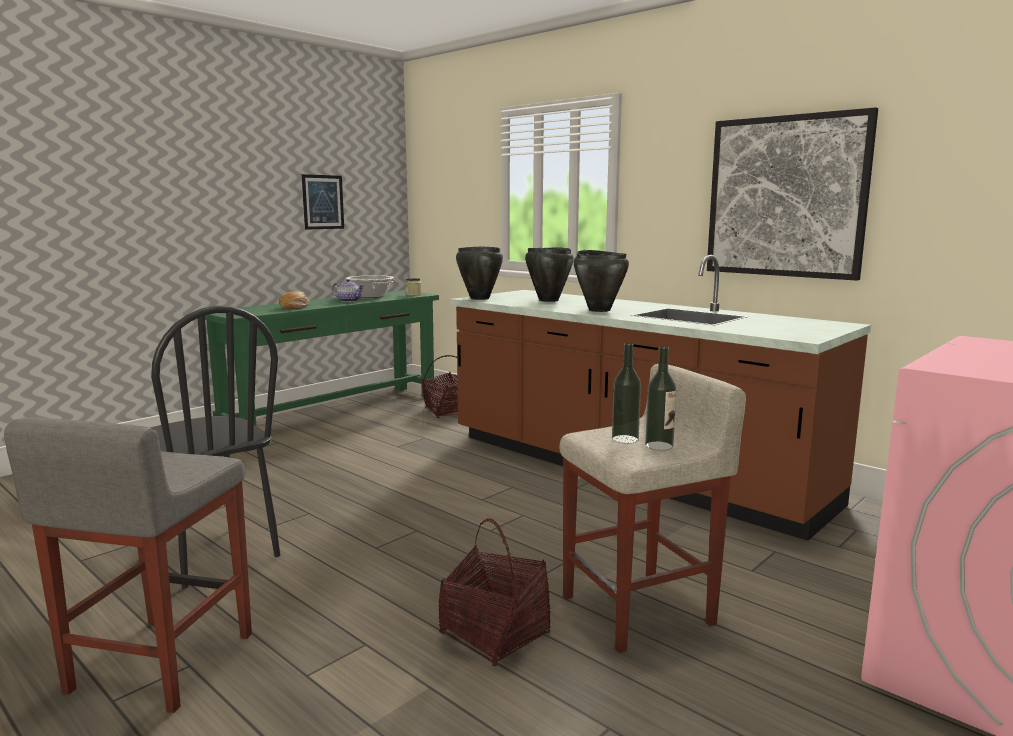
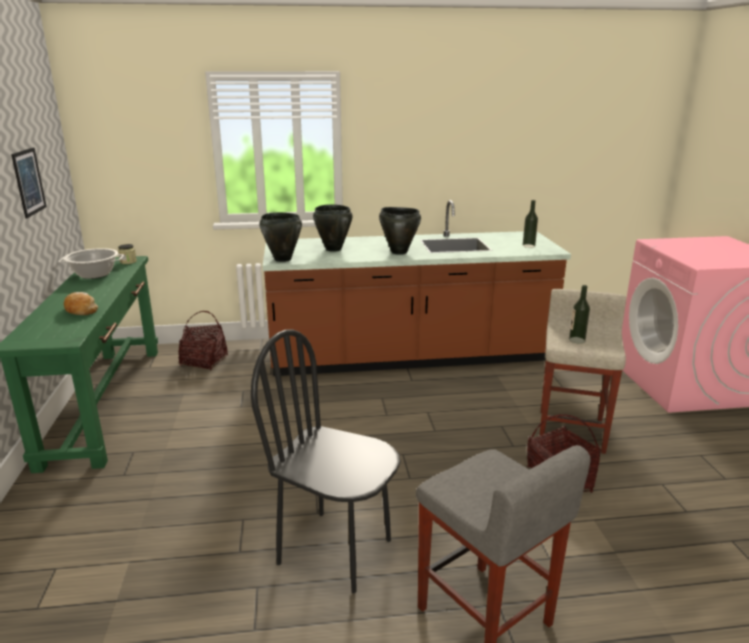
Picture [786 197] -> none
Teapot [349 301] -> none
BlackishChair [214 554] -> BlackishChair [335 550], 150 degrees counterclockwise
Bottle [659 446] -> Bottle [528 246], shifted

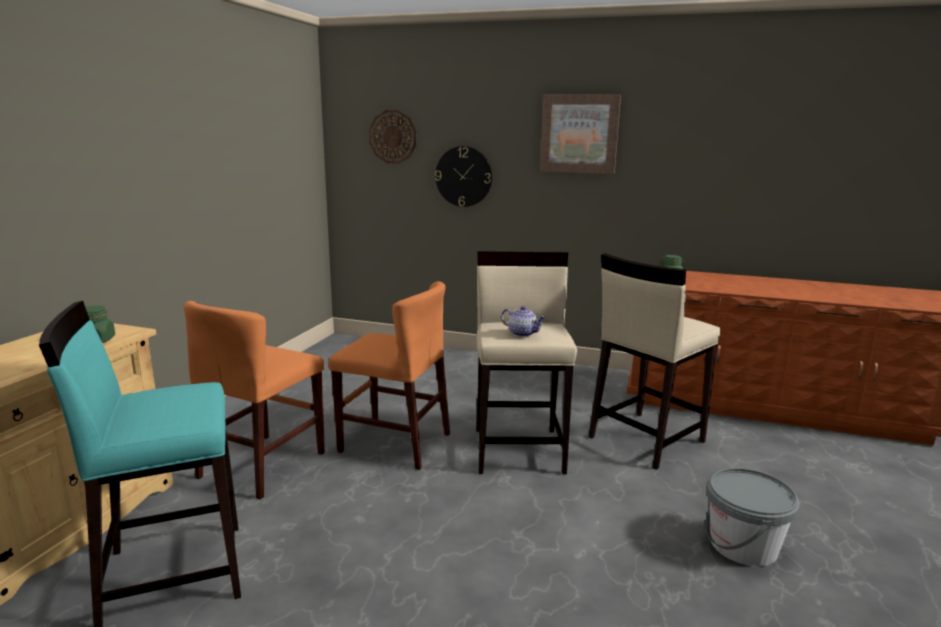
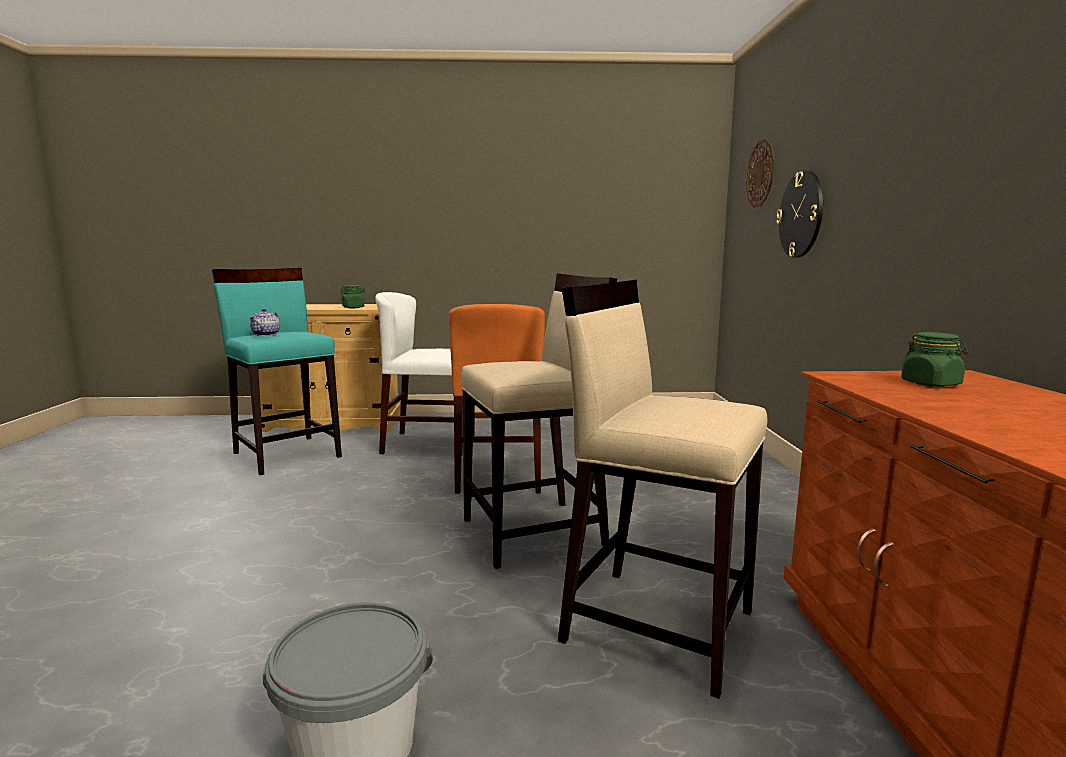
Picture [579 134] -> none
OrangeColouredChair [263 465] -> WhitishChair [429 444]
Teapot [522 333] -> Teapot [266 334], shifted

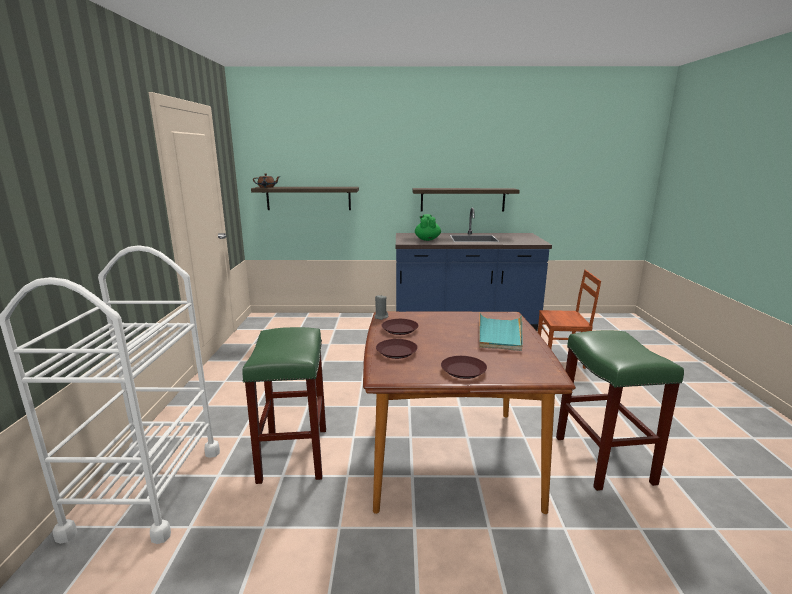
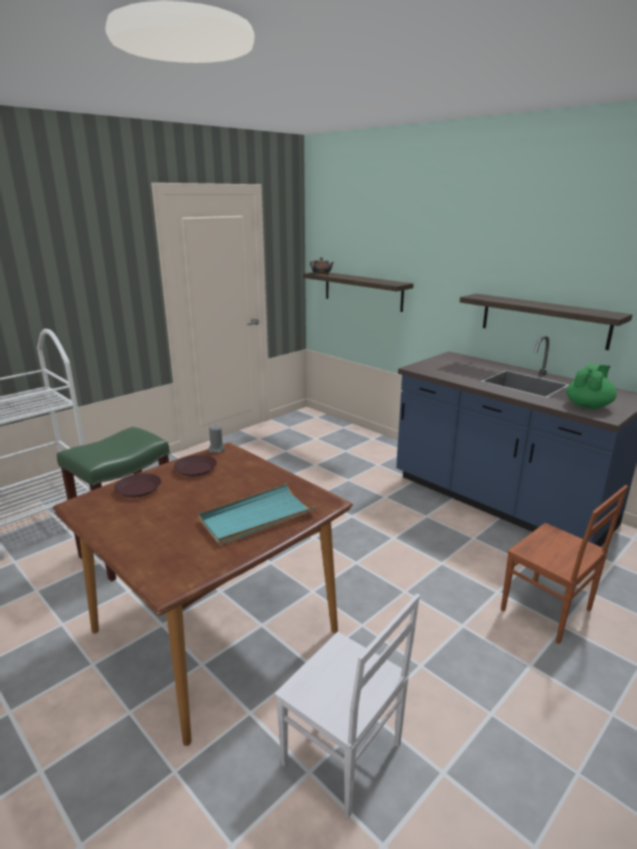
GreenColouredTeapot [427 239] -> GreenColouredTeapot [588 406], shifted
GreenColouredStoolSeat [604 460] -> WhitishChair [342 756]
BrownishPlate [463 371] -> none

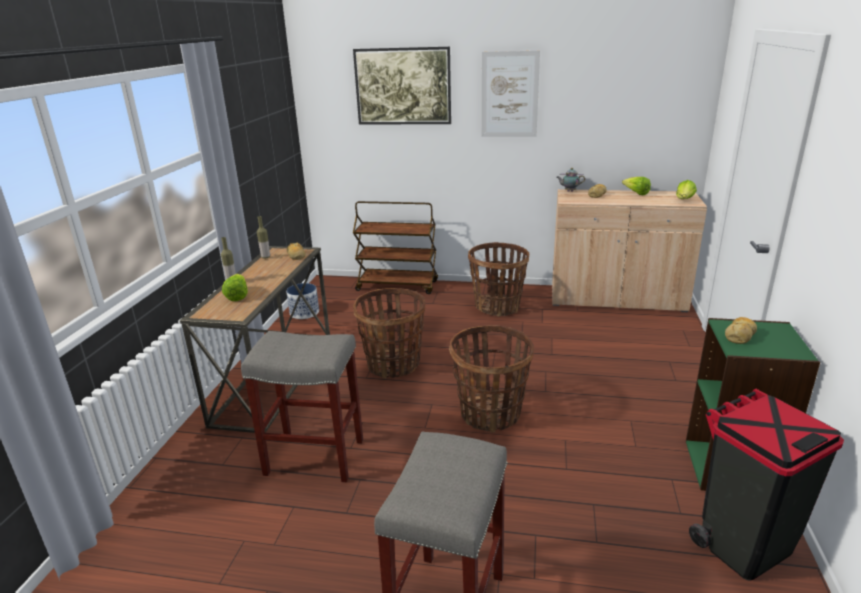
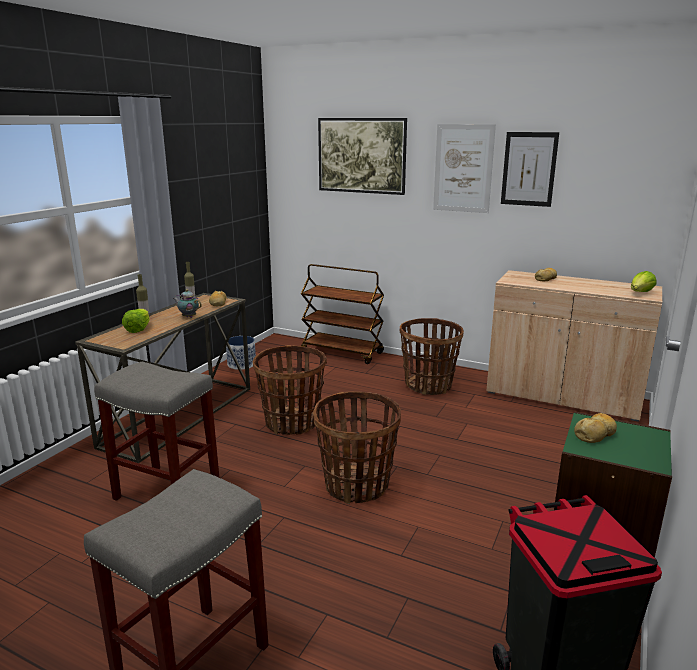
Teapot [569 191] -> Teapot [188 317], shifted
LettuceHead [636 193] -> none
none -> Picture [529 169]

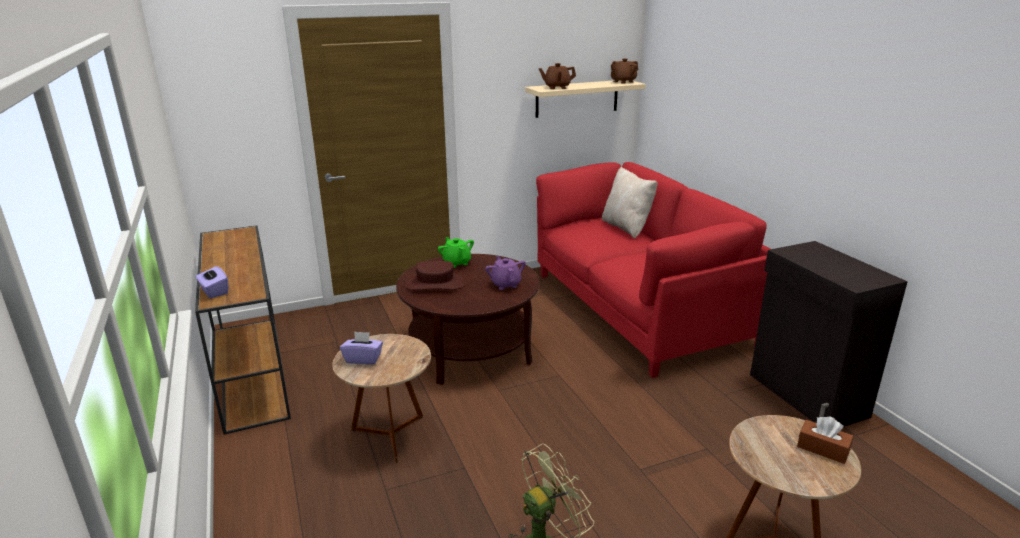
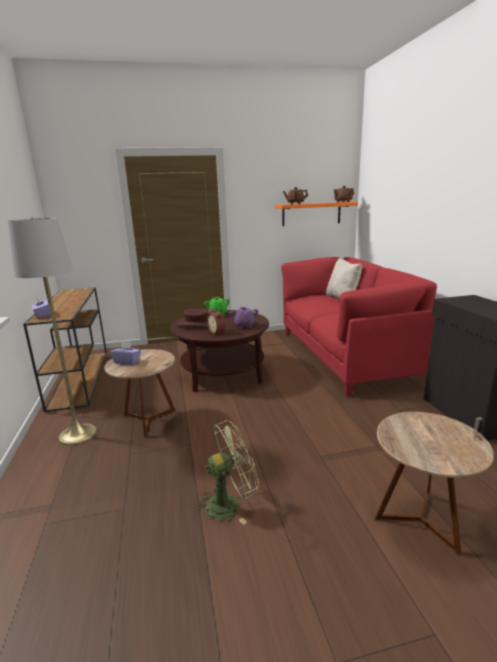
BeigeBracketShelf [577 98] -> OrangeColouredBracketShelf [311 214]
BrownishTissueHolder [823 449] -> none
none -> GreyStandardLamp [78 434]
none -> AlarmClock [217 332]

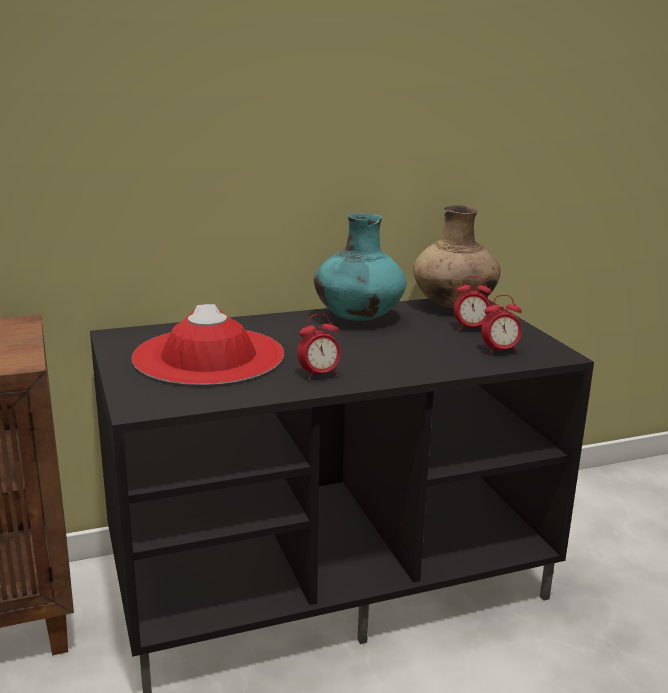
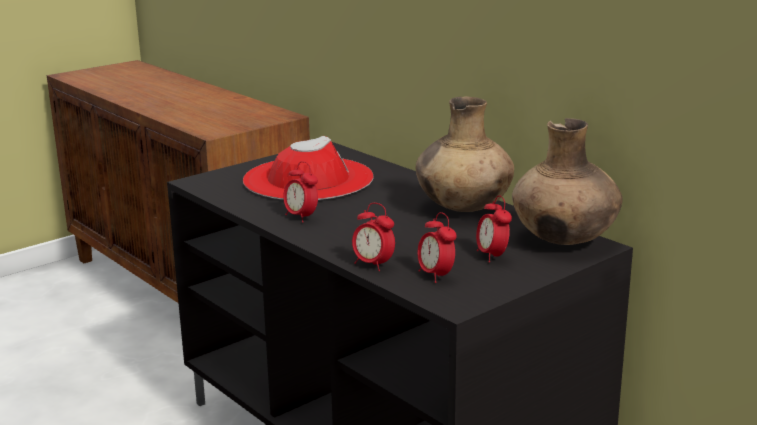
BlueGreenDecorativeVase [358 318] -> BrownishDecorativeVase [463 208]
none -> AlarmClock [373 265]

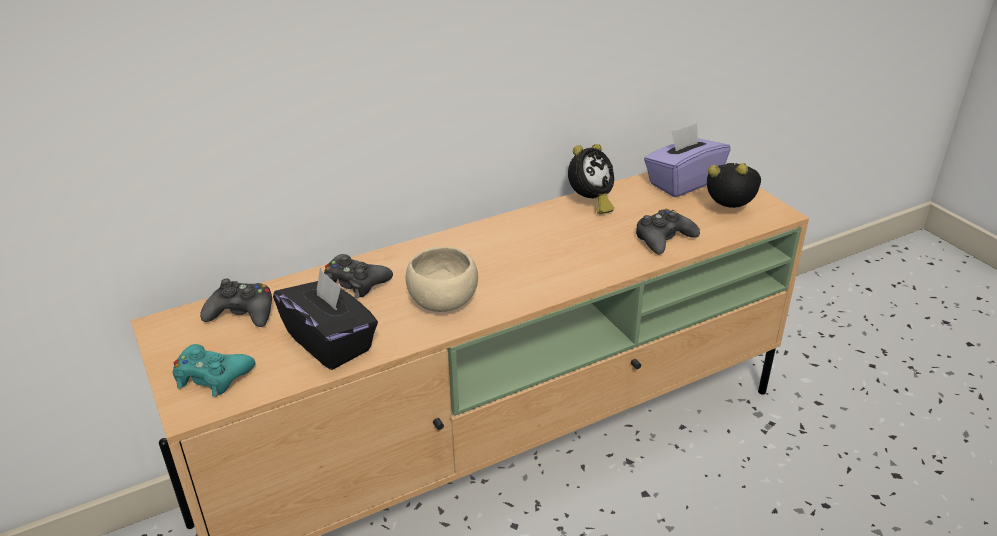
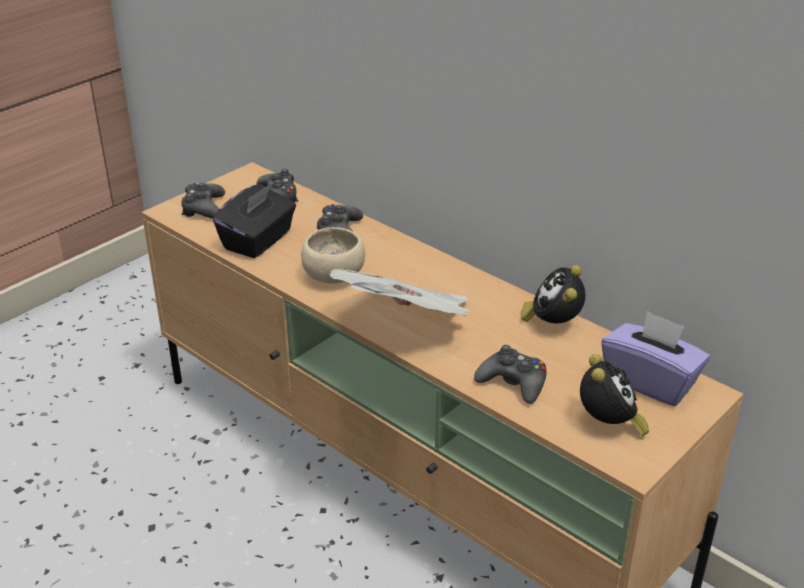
AlarmClock [590 203] -> AlarmClock [552 324], 75 degrees clockwise
BlueGreenGamepad [212 376] -> BlackishGamepad [203 208]
none -> PrintedPaper [407 323]

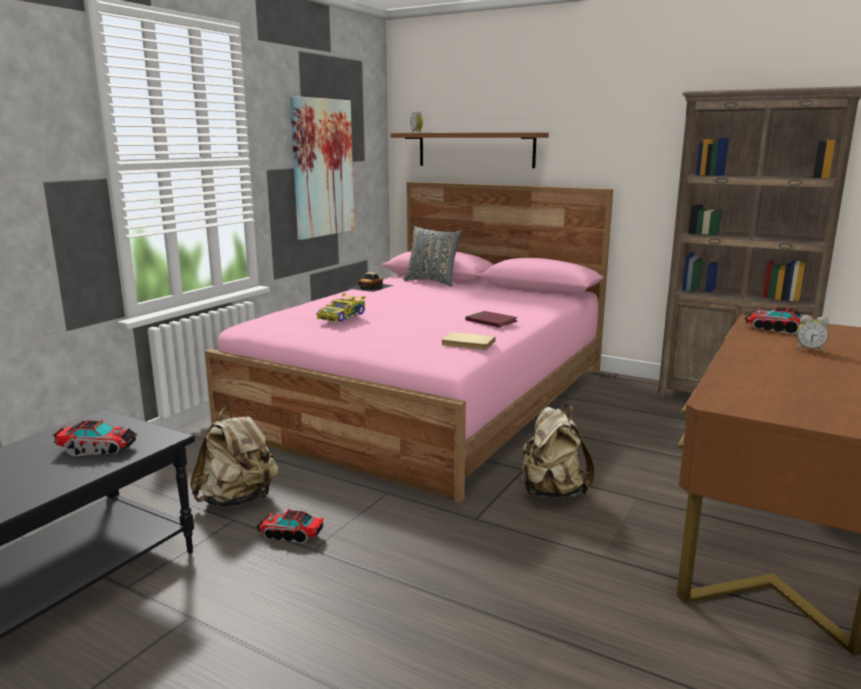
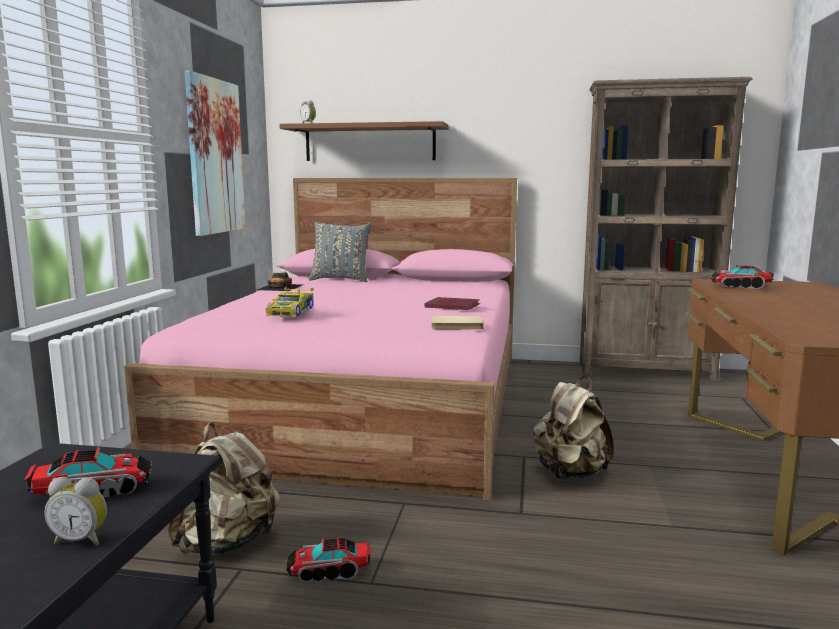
AlarmClock [809 349] -> AlarmClock [81 540], shifted

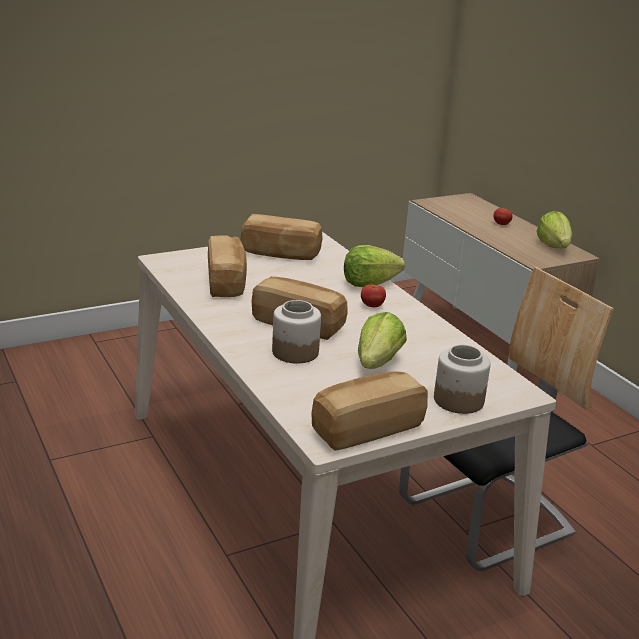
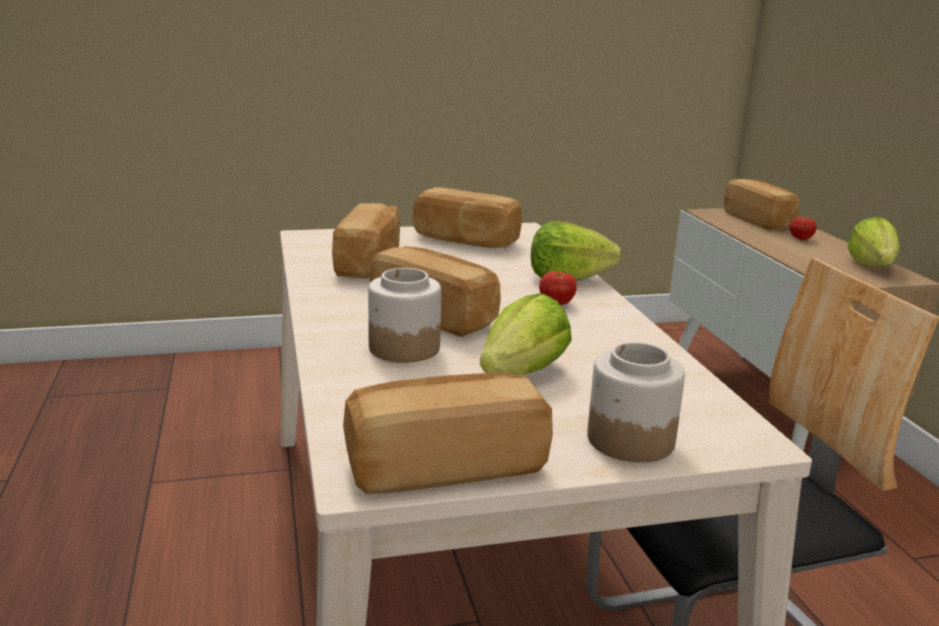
none -> BakeryBread [758 220]

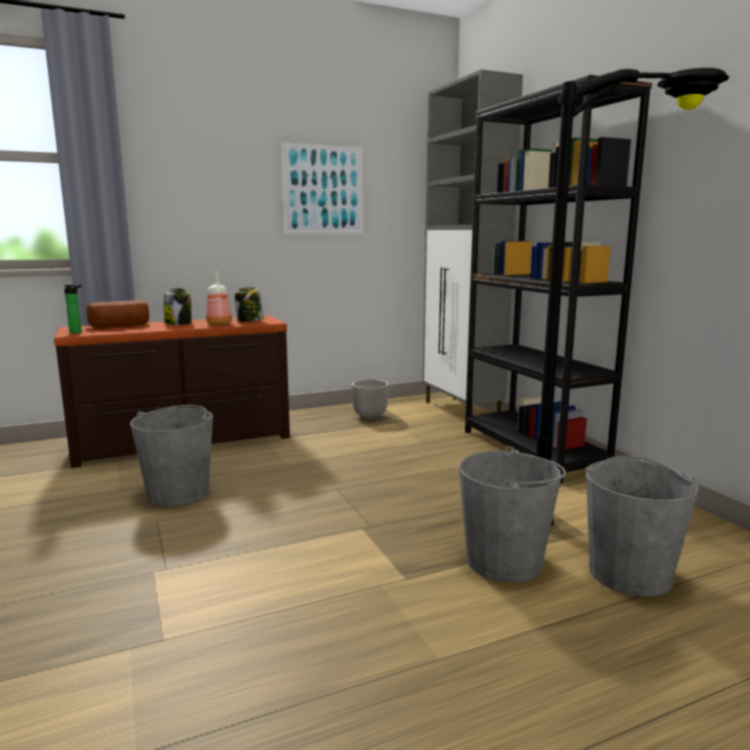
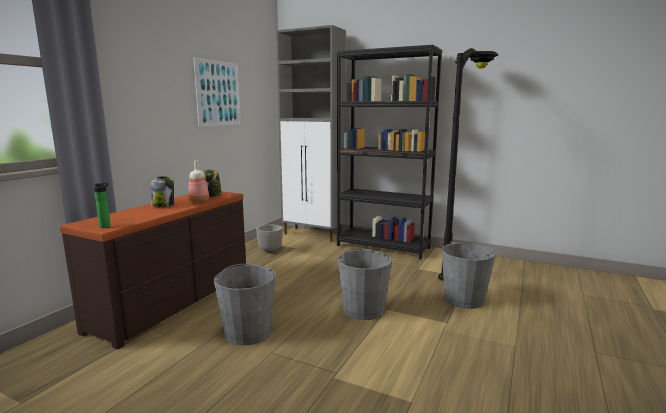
BakeryBread [121 326] -> none
GreyBucket [629 573] -> GreyBucket [363 309], shifted

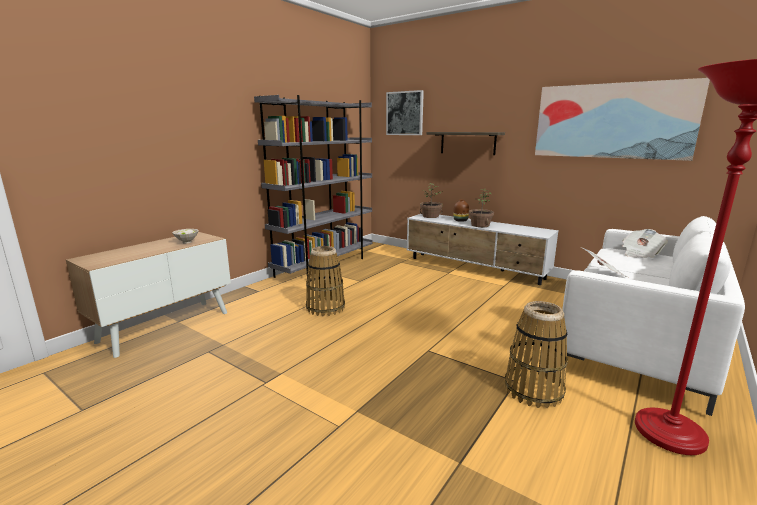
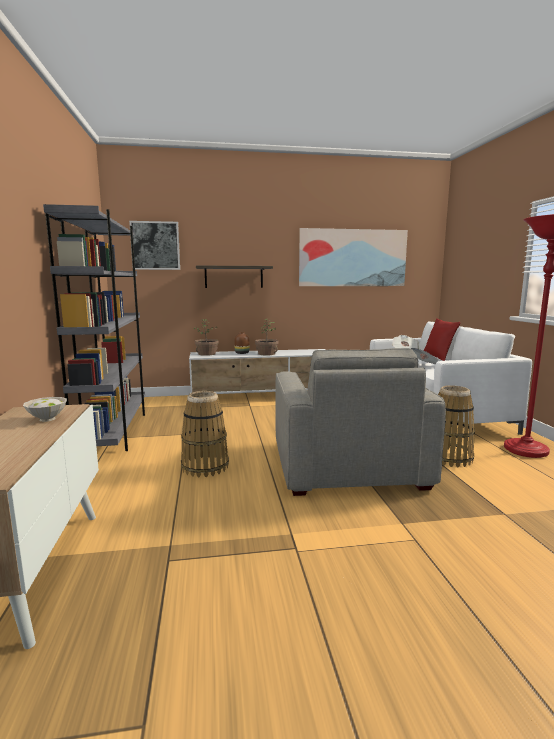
none -> RedCushion [438 357]
none -> GreyLoungeChair [346 464]

